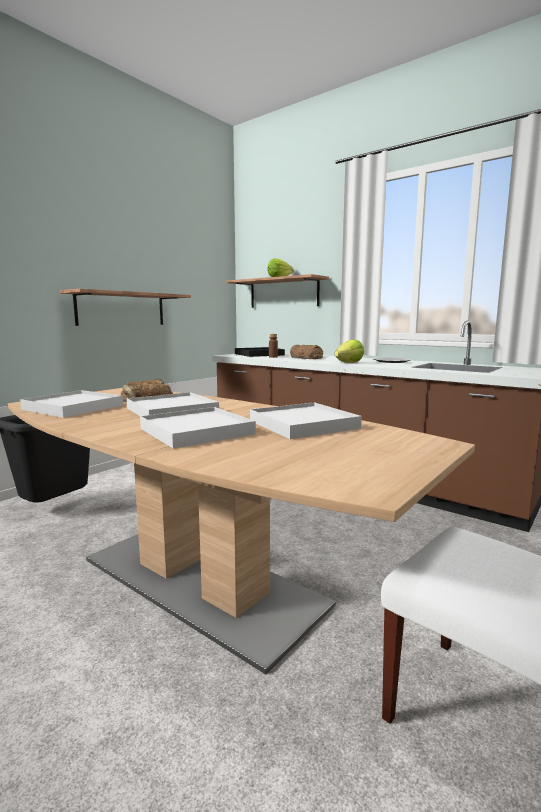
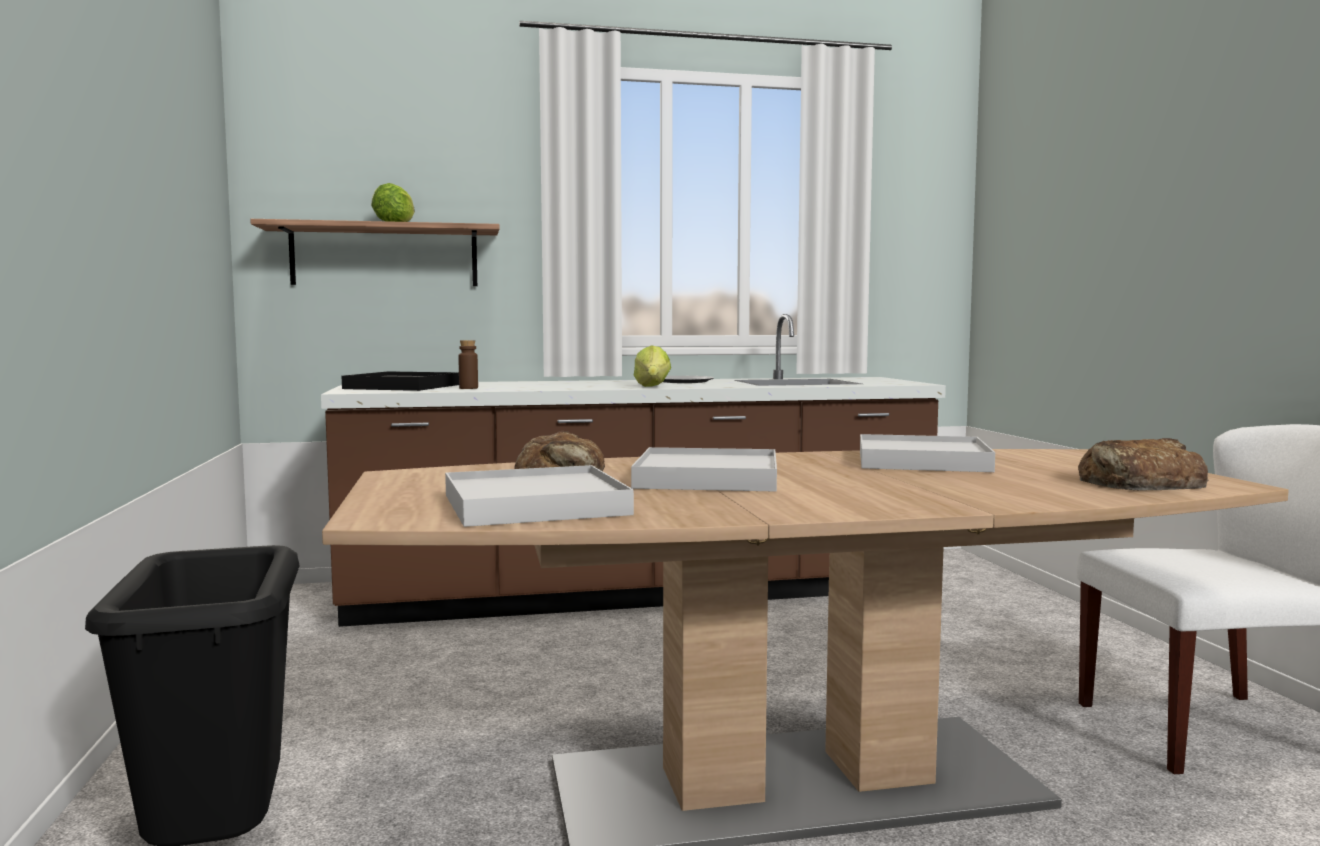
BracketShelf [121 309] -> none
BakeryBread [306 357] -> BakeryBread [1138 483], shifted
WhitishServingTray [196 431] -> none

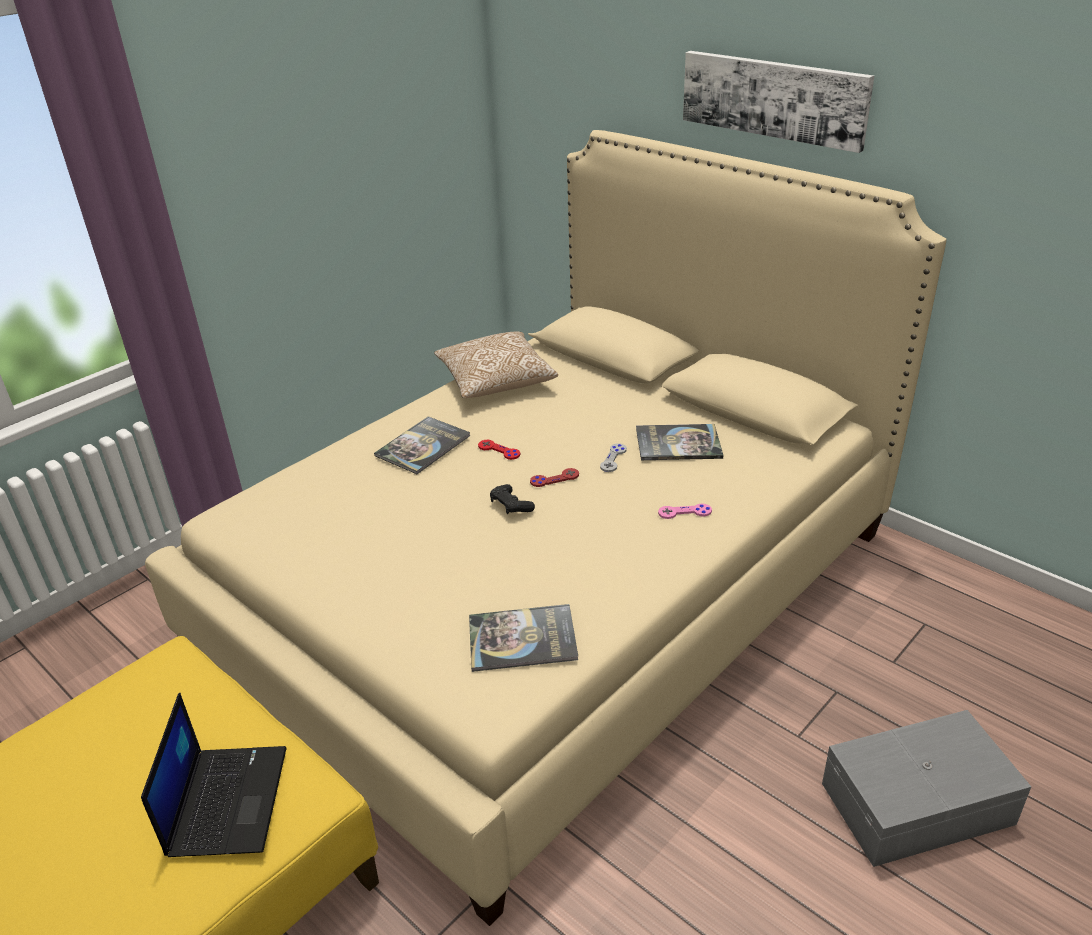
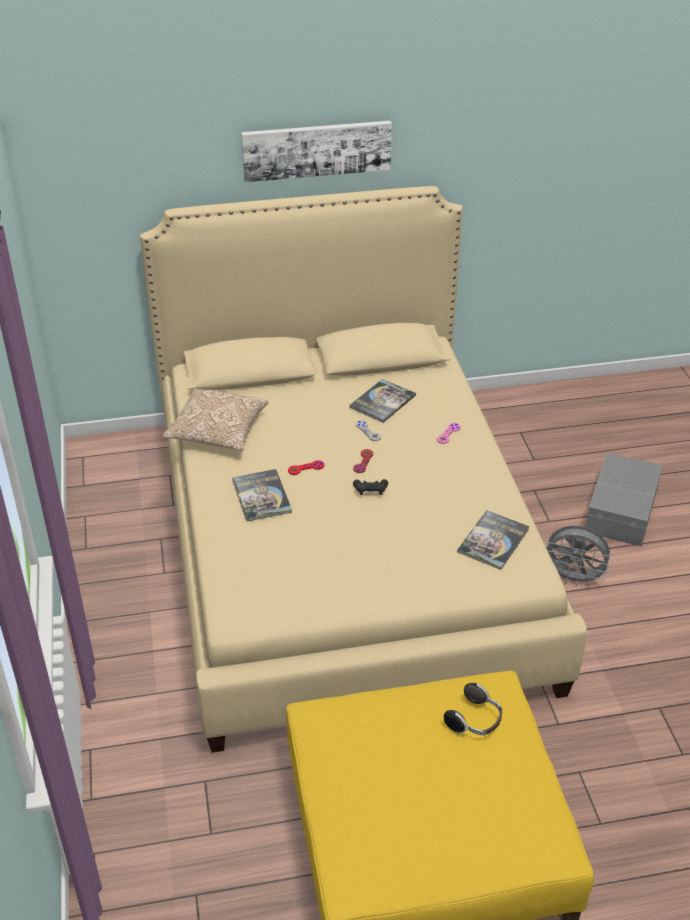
Laptop [227 799] -> PairOfHeadphones [475 721]
none -> GreyFan [573 578]

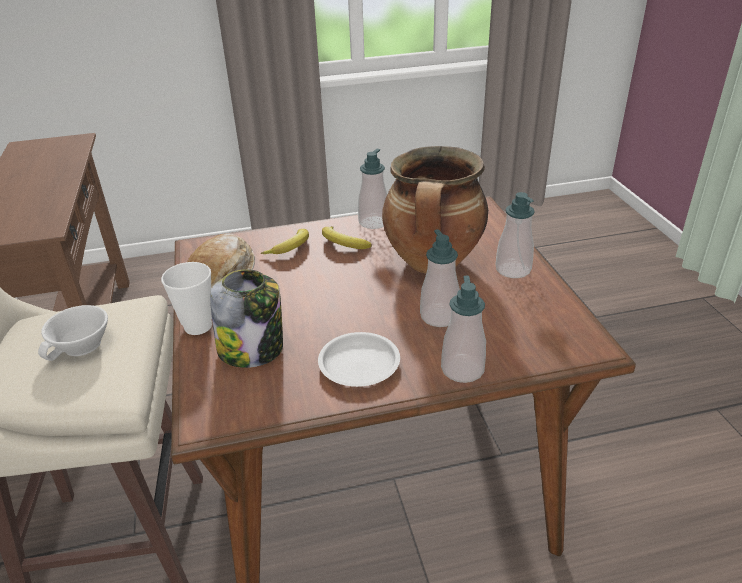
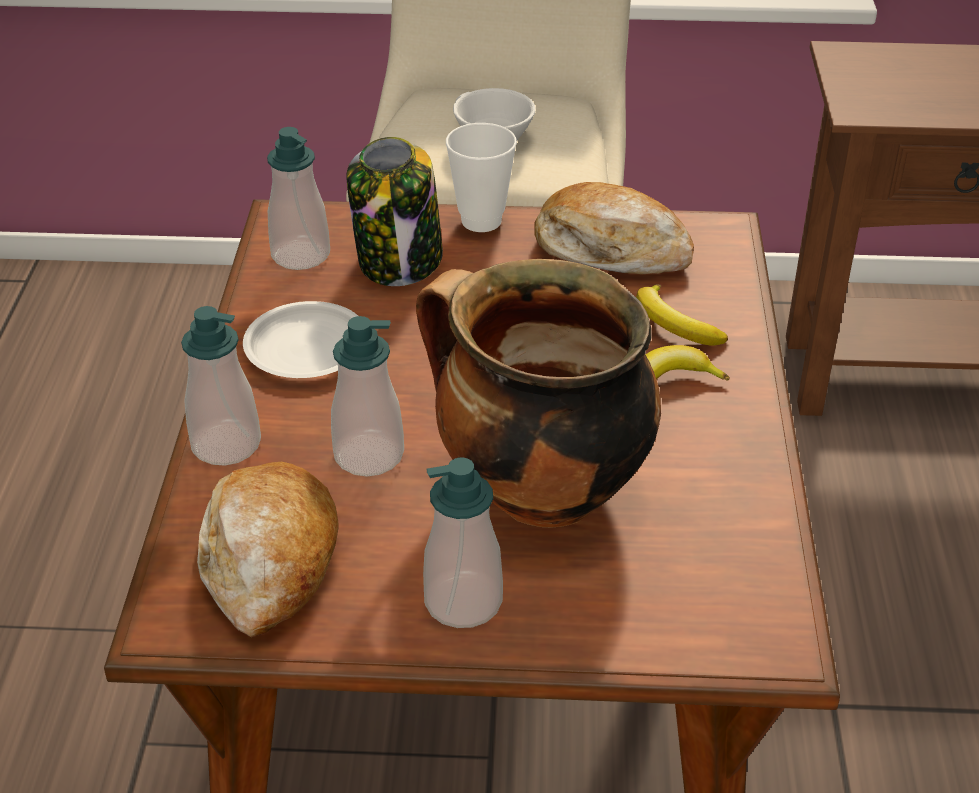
SoapBottle [374 222] -> SoapBottle [300 255], shifted
none -> BakeryBread [270 560]

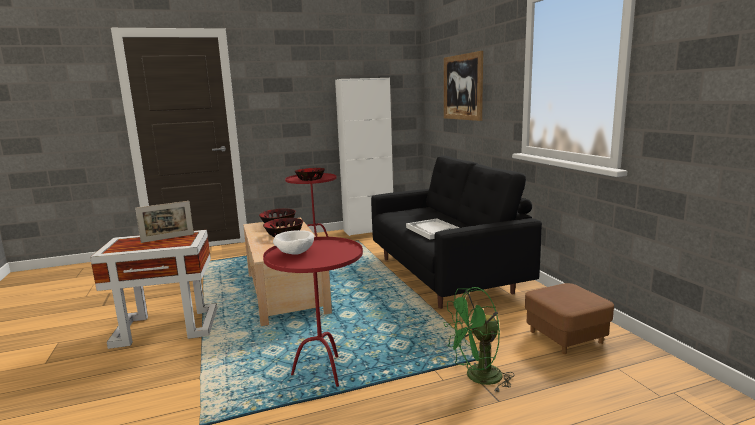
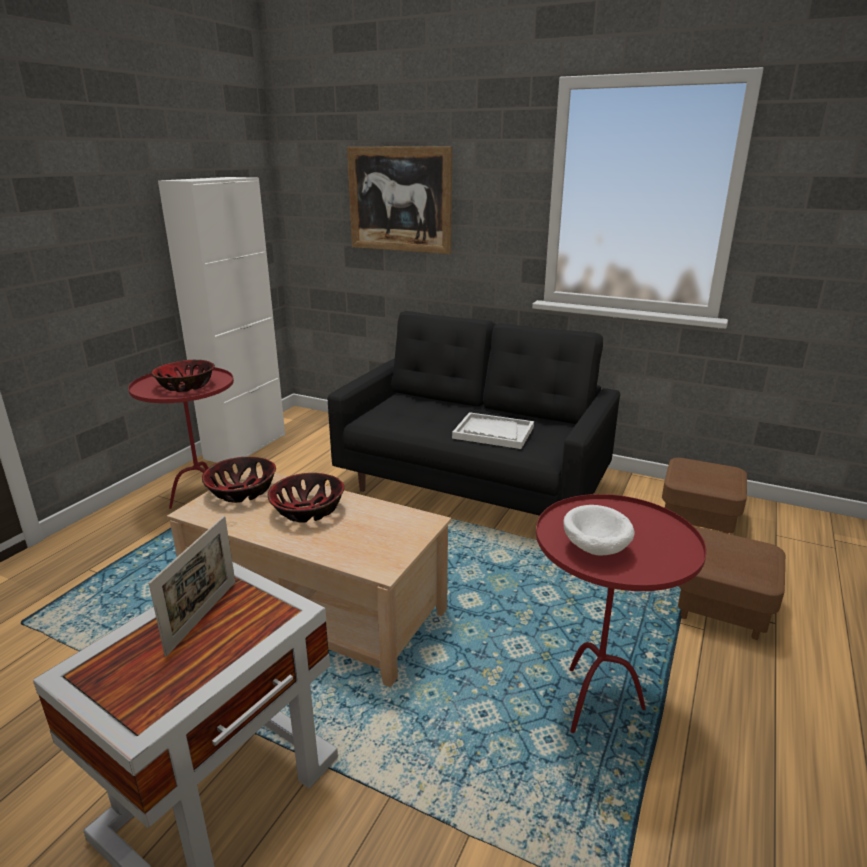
GreenColouredFan [477 378] -> BrownishPouffe [722 608]

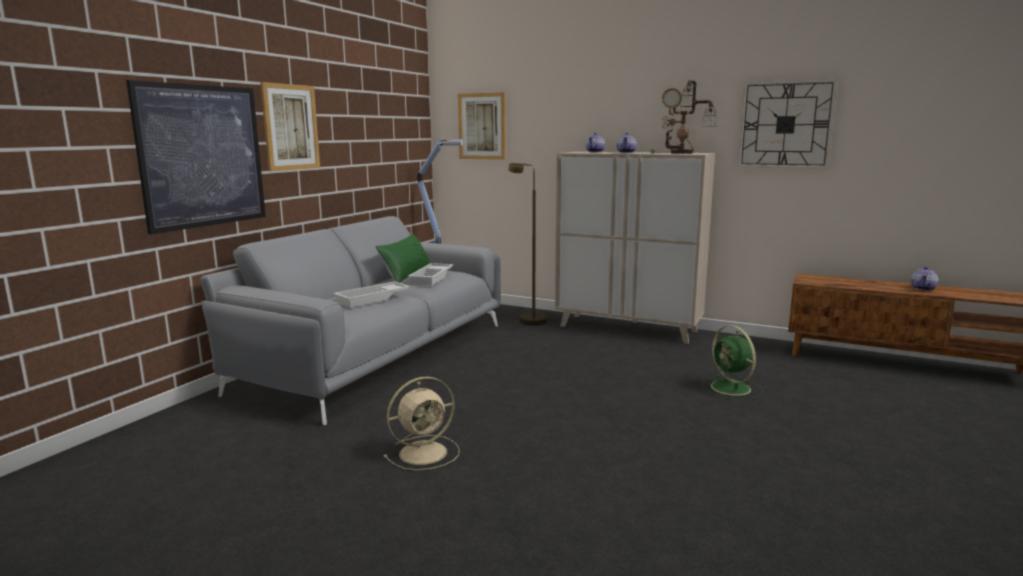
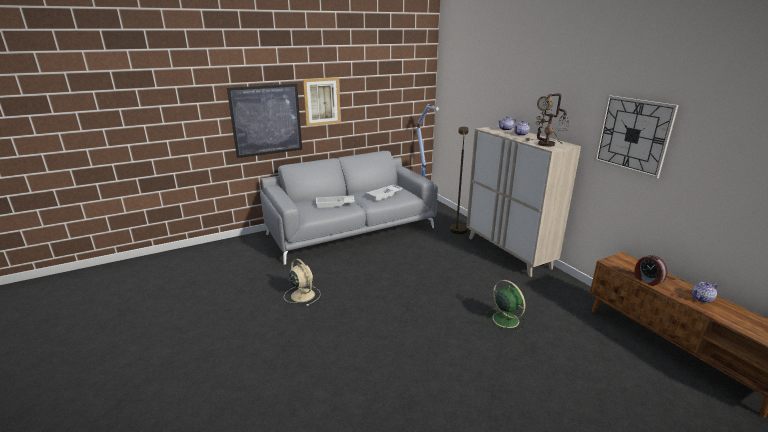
Picture [482 126] -> none
GreenColouredCushion [406 275] -> none
GreenColouredFan [731 388] -> GreenColouredFan [504 319], 135 degrees clockwise
BeigeFan [425 452] -> BeigeFan [302 294], 135 degrees counterclockwise
none -> AlarmClock [647 280]

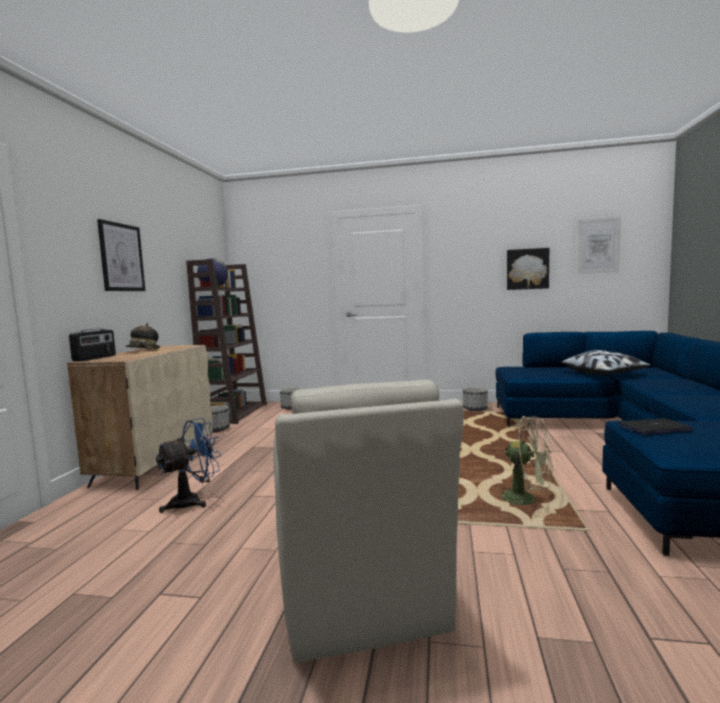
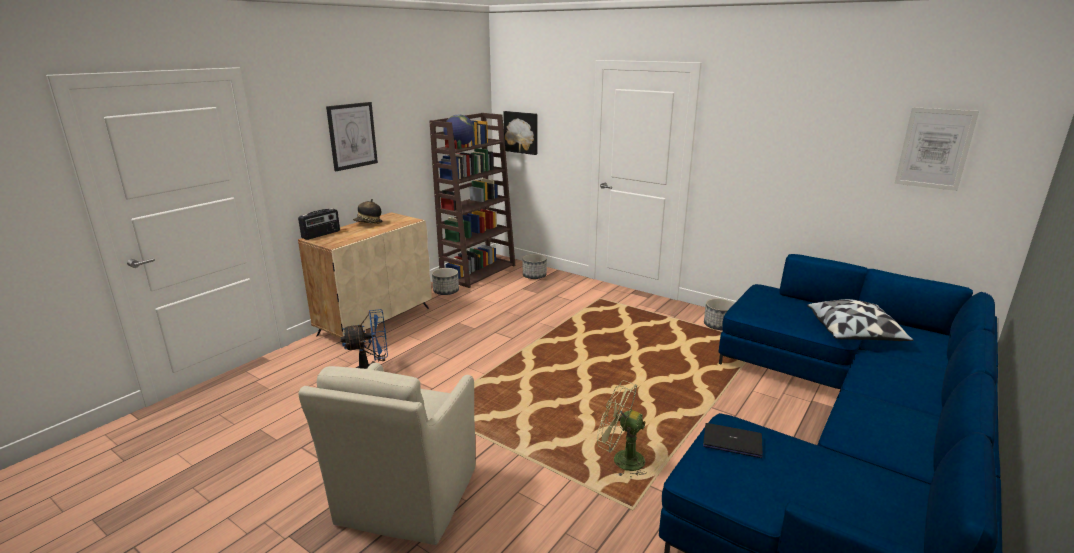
Picture [527 269] -> Picture [521 132], shifted
GreenColouredFan [527 499] -> GreenColouredFan [621 460], 150 degrees clockwise

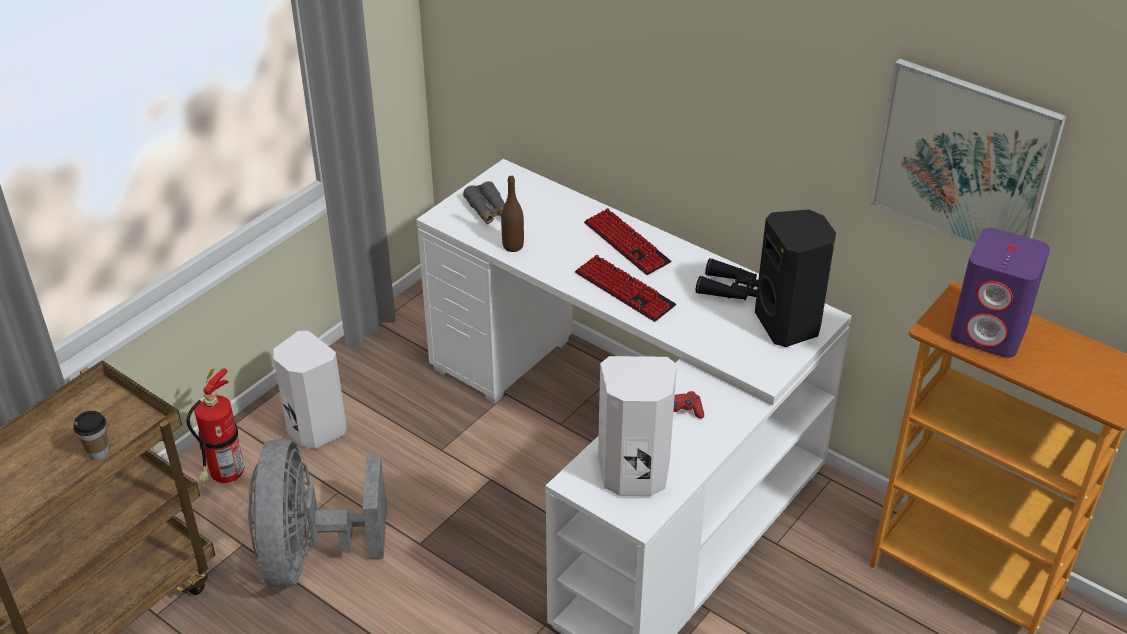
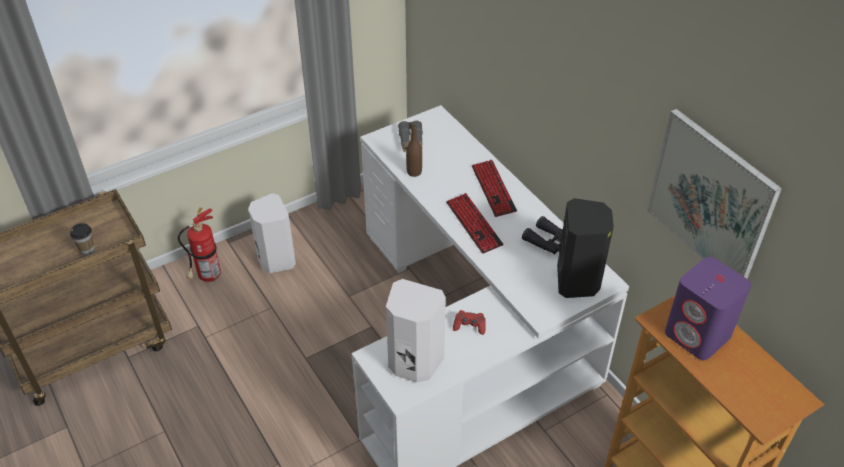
GreyFan [310 555] -> none

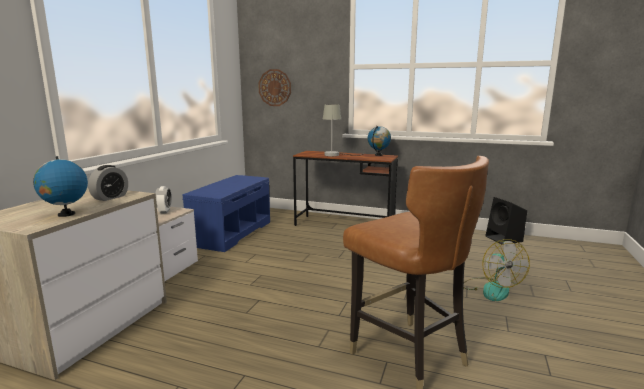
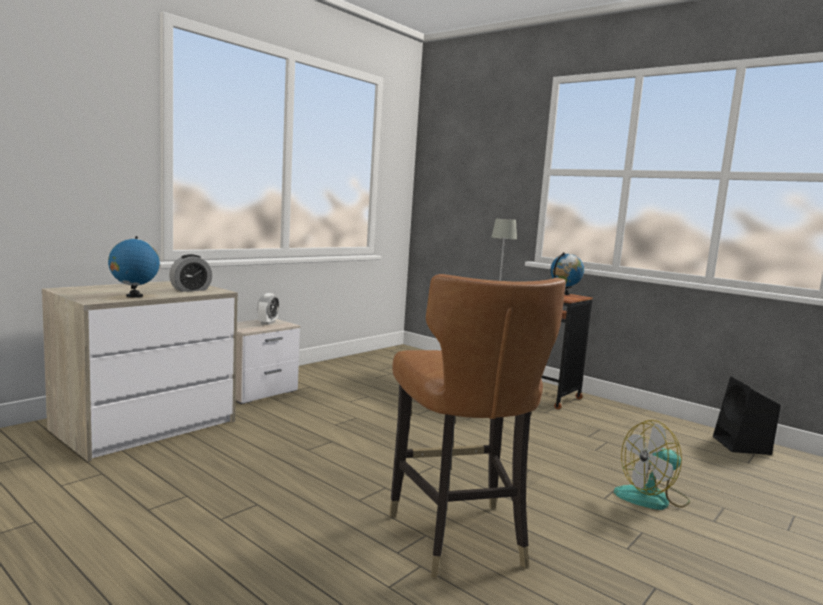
WallClock [274 87] -> none
BluishLongSeat [231 233] -> none
Fan [491 289] -> Fan [652 498], 60 degrees clockwise

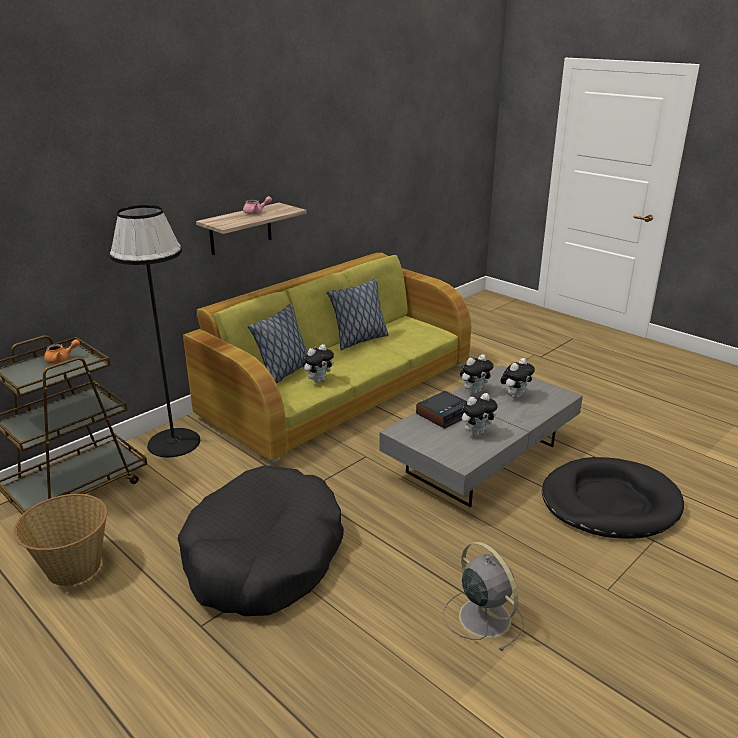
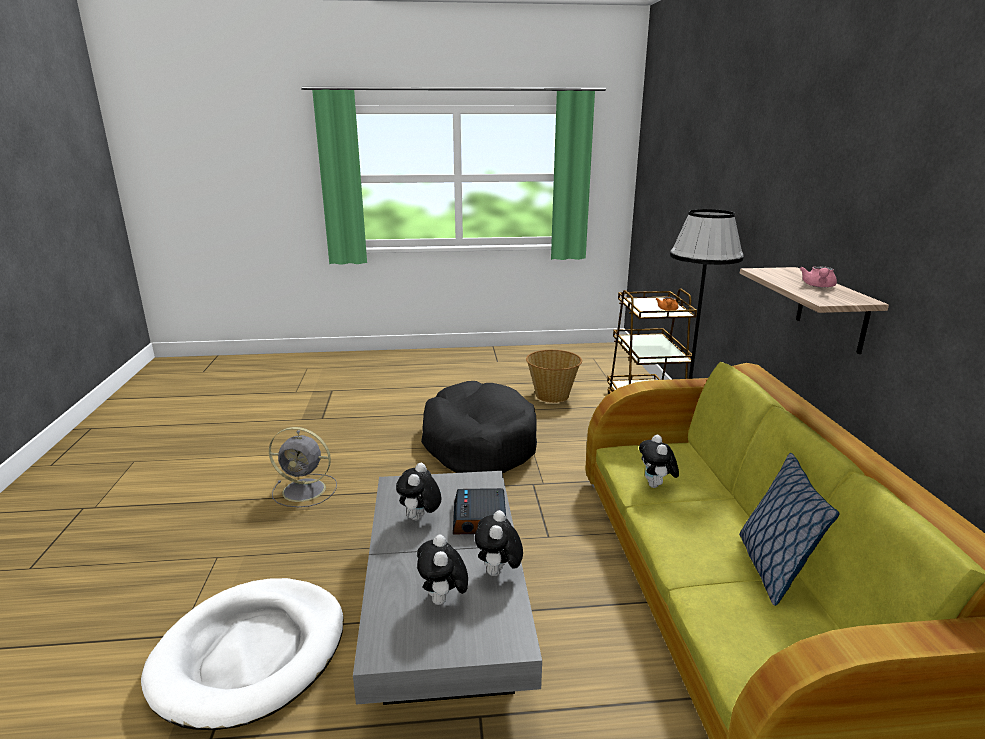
Cushion [283 373] -> none
BlackishDogBed [609 502] -> WhitishDogBed [251 654]

